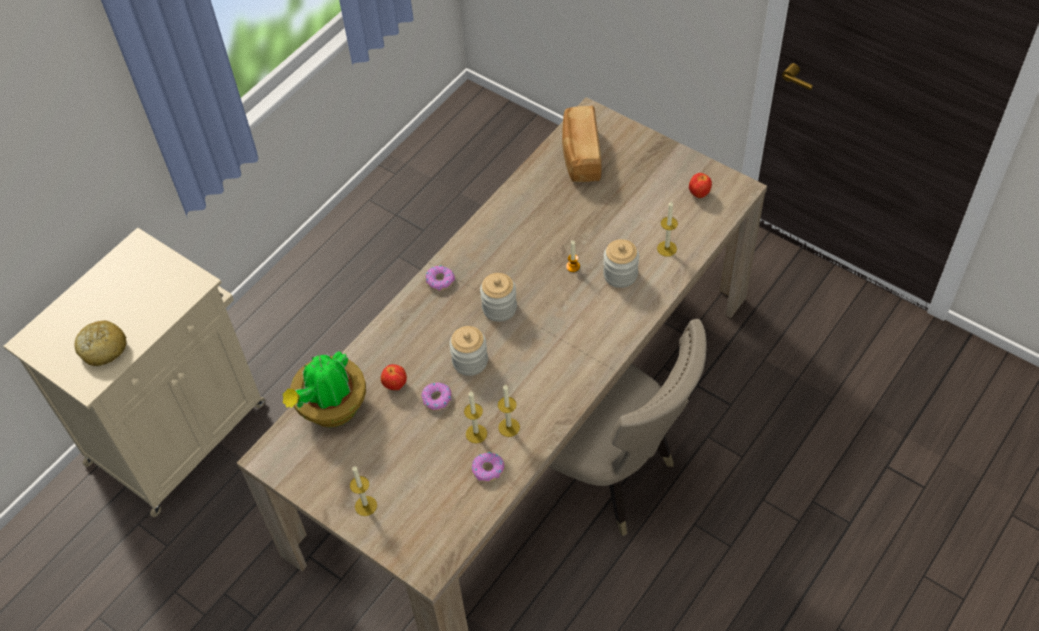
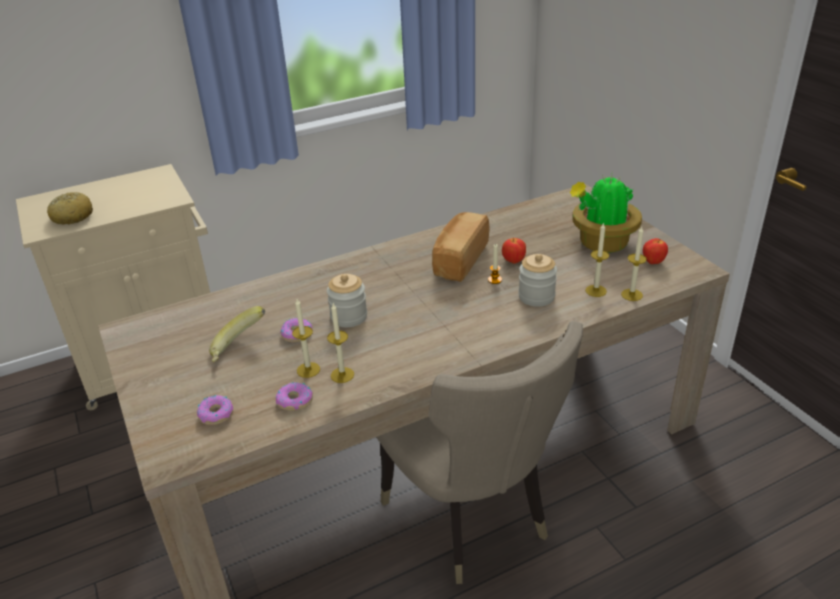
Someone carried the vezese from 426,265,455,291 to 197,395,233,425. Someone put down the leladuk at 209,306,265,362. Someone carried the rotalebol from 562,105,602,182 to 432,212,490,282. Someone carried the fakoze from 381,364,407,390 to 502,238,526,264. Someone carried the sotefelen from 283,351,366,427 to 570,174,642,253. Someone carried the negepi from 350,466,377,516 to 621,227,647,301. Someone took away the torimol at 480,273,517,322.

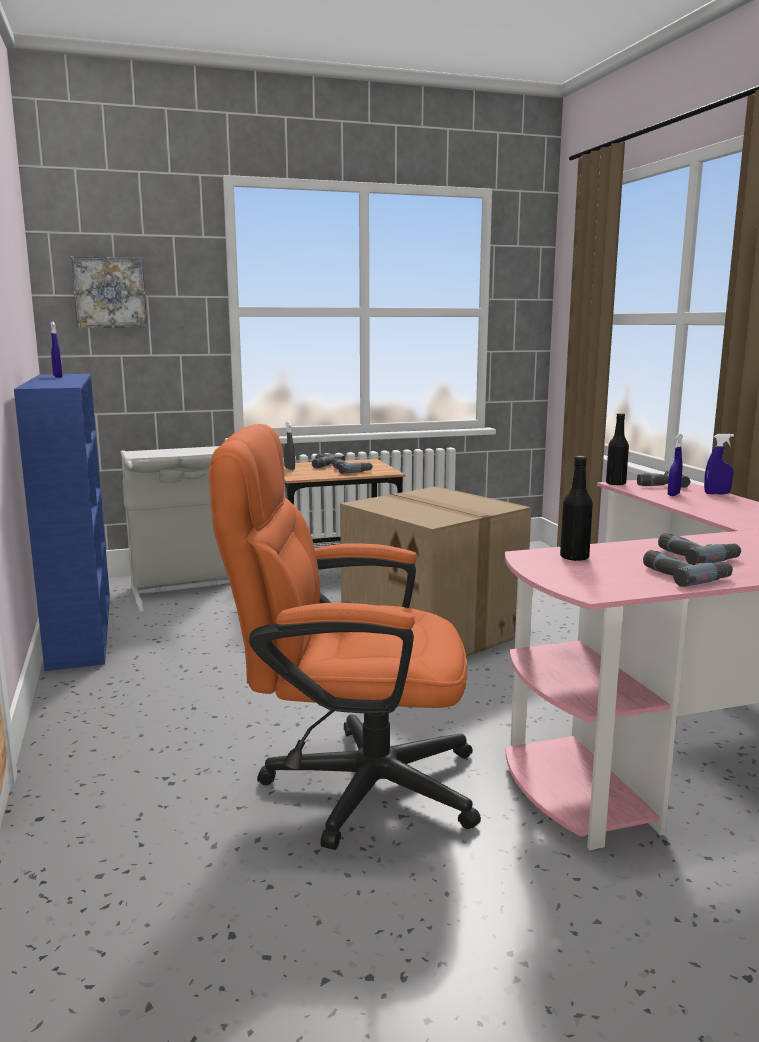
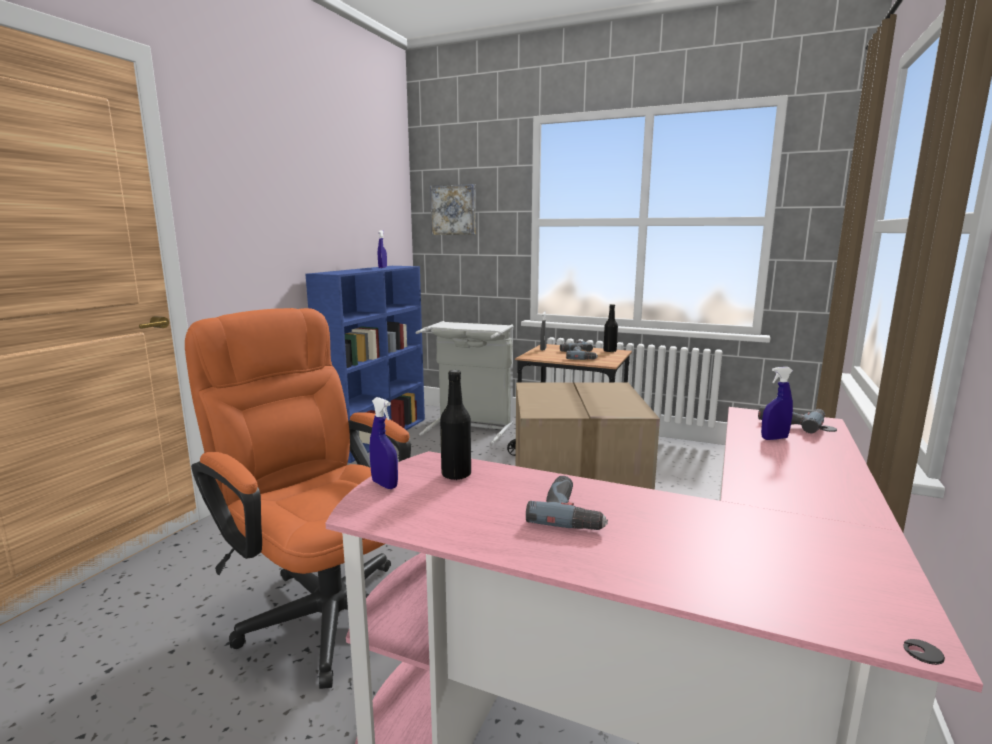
Someone carried the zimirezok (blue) from 704,434,734,495 to 370,397,398,489. Someone carried the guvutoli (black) from 606,413,629,485 to 603,304,618,352. Someone took away the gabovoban at 643,550,733,587.

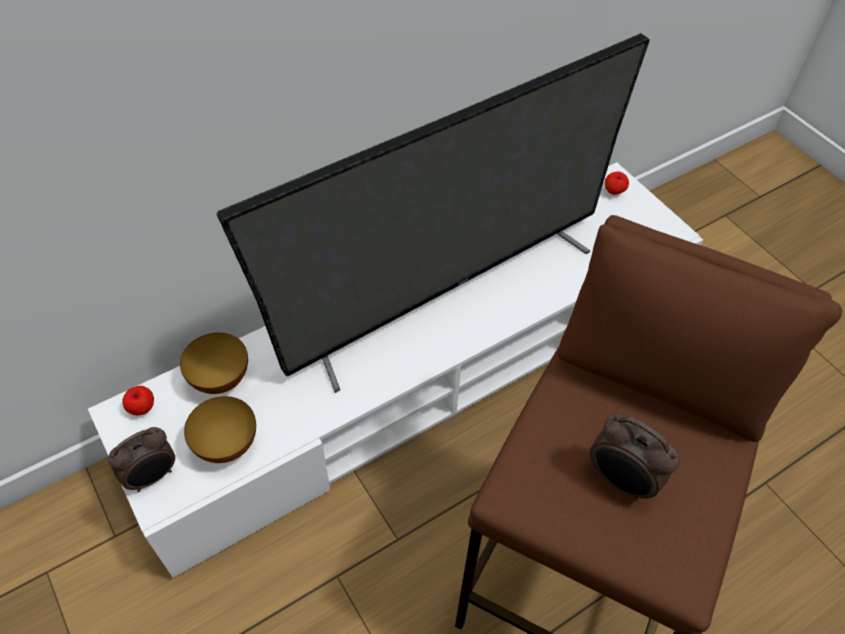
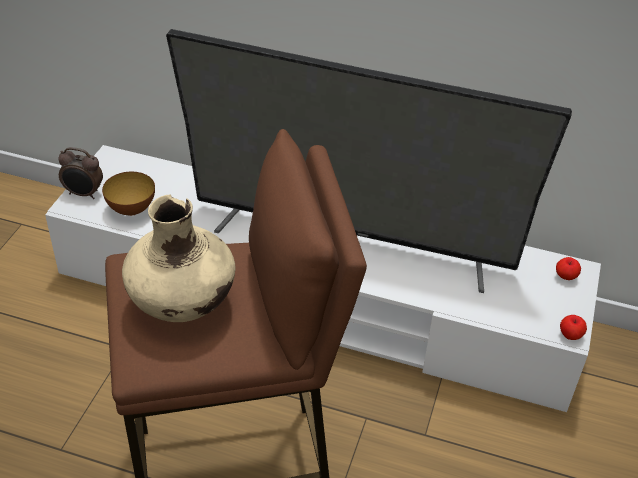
Someone swapped the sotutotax at 590,414,680,501 for the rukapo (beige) at 122,194,236,322. Someone carried the fakoze from 122,386,154,416 to 560,315,587,340. Someone took away the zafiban at 180,333,248,394.

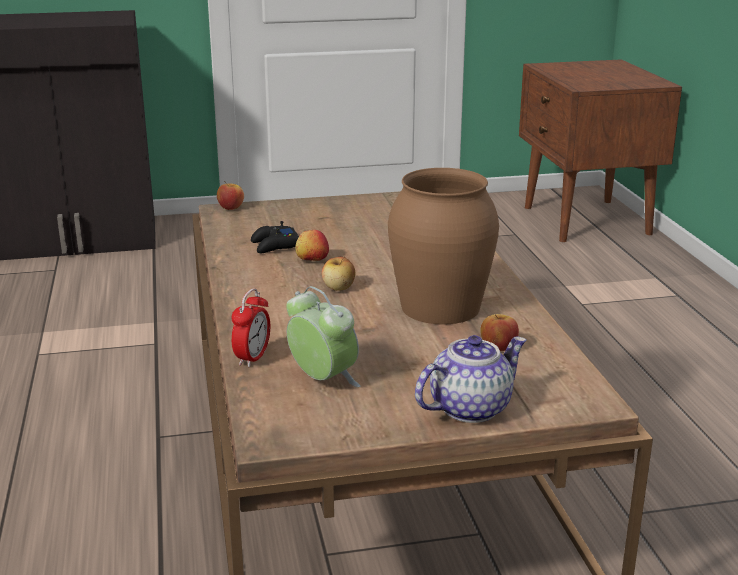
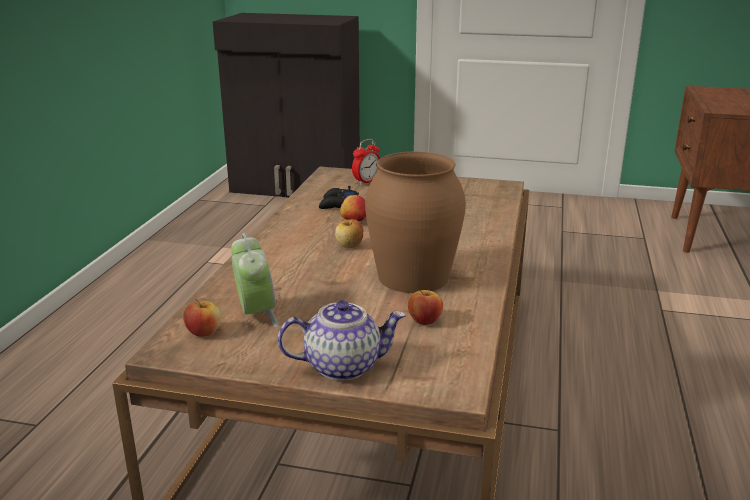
Someone carried the fakoze from 217,181,244,210 to 183,299,221,337. Someone carried the sotutotax from 232,288,270,367 to 352,139,380,185.

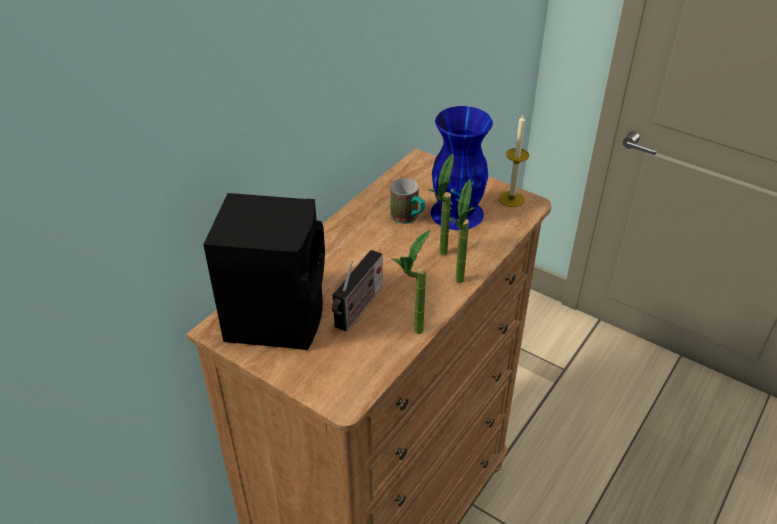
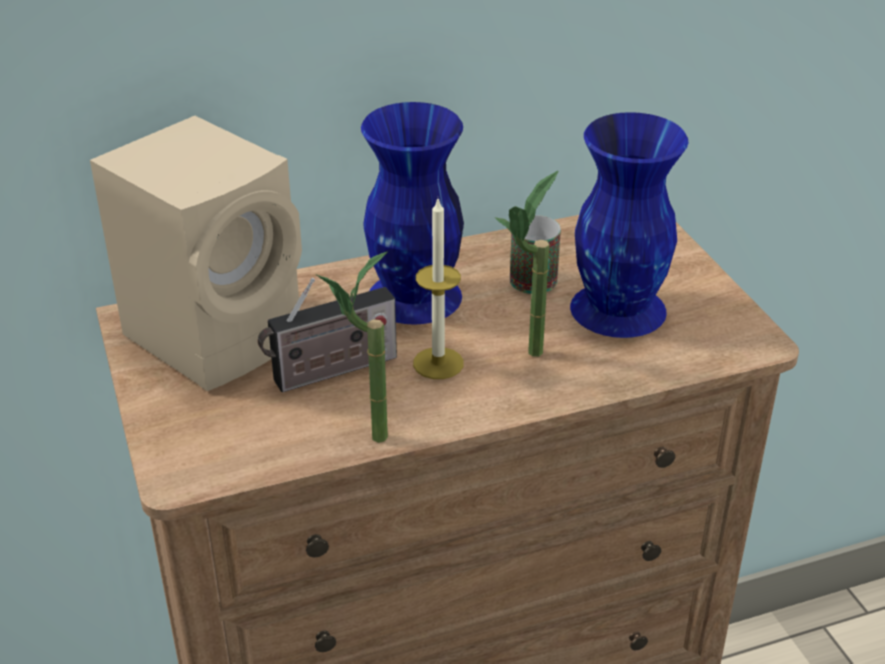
Someone repainted the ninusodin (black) at 203,193,325,350, which became the ninusodin (beige) at 90,116,302,391. Someone put down the rukapo (blue) at 361,102,464,325. Someone carried the negepi from 499,115,529,207 to 413,199,464,379. Someone took away the sotefelen at 448,179,475,283.

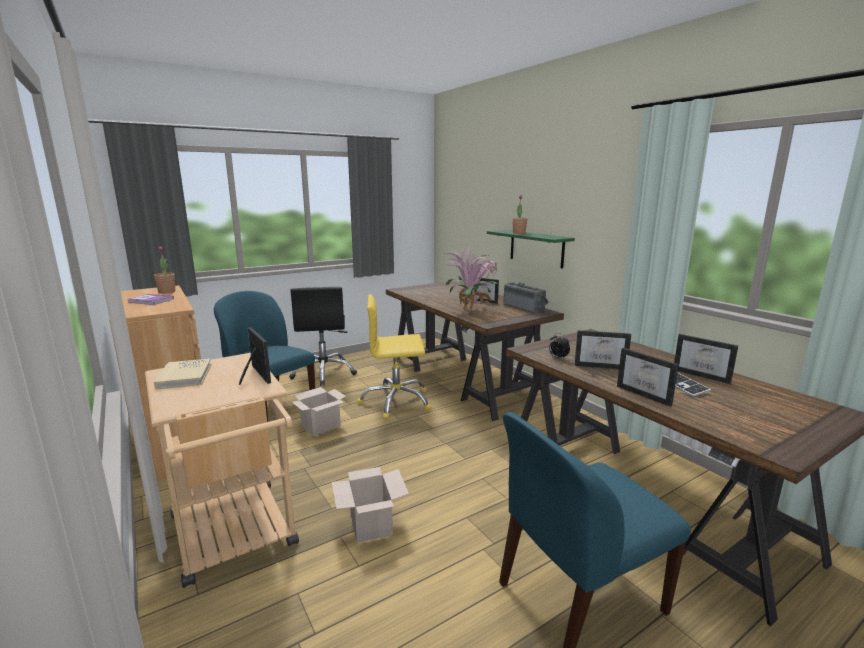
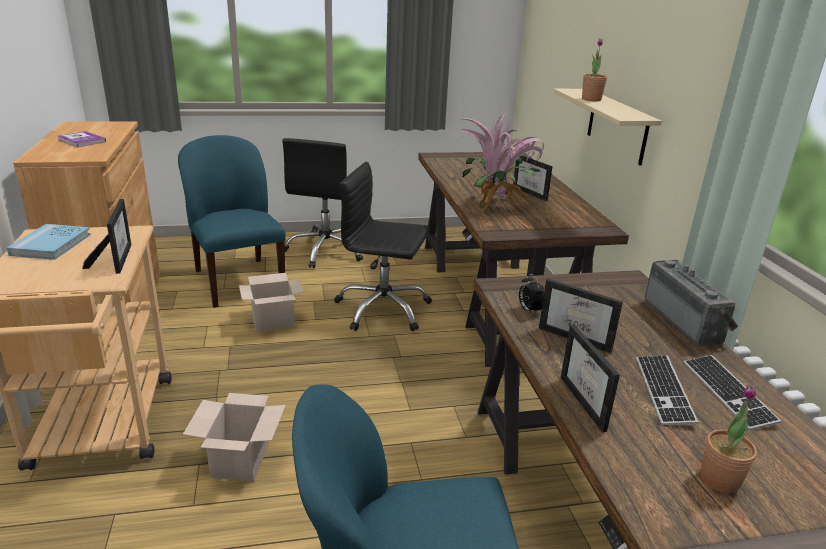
Someone repainted the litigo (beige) at 154,359,211,389, which became the litigo (blue) at 6,224,91,260. Someone repainted the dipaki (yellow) at 357,294,431,419, which became the dipaki (black) at 334,162,432,331. Someone repainted the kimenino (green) at 487,230,575,269, which became the kimenino (beige) at 553,89,662,166. Someone carried the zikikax from 503,282,549,314 to 645,260,738,346. Someone swapped the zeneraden at 674,334,738,384 for the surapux at 684,355,781,430. Someone carried the sotefelen from 154,246,175,294 to 700,385,757,493.

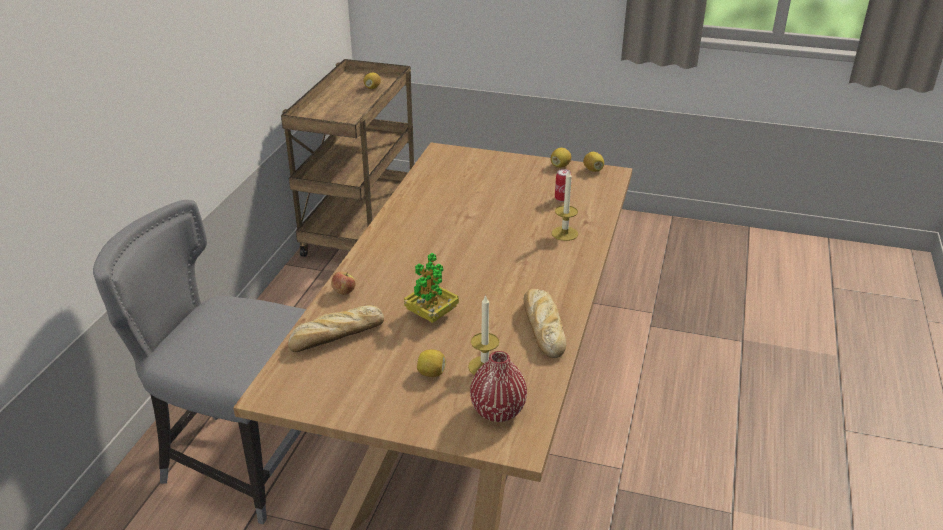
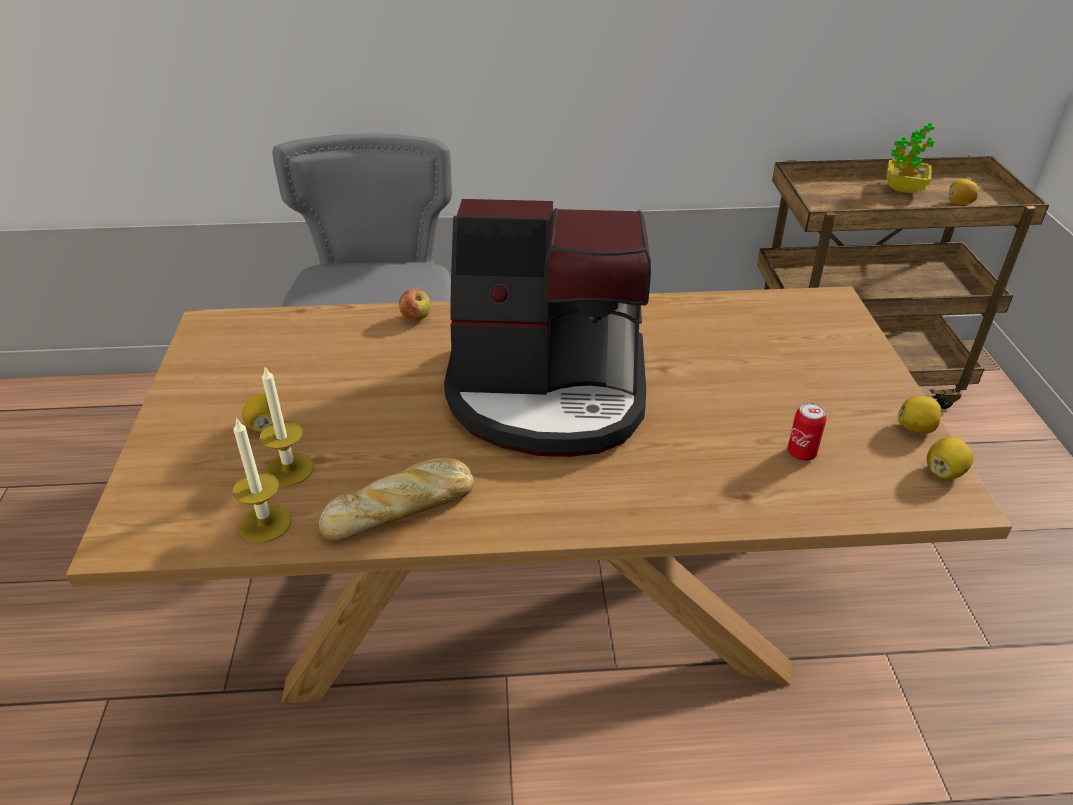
Someone carried the negepi from 552,171,578,241 to 233,417,292,543. Someone put down the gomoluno at 444,199,651,457. Someone carried the sotefelen from 404,253,459,323 to 886,122,935,193. Someone took away the rotalebol at 288,305,384,352. Someone took away the rukapo (red) at 470,351,527,422.

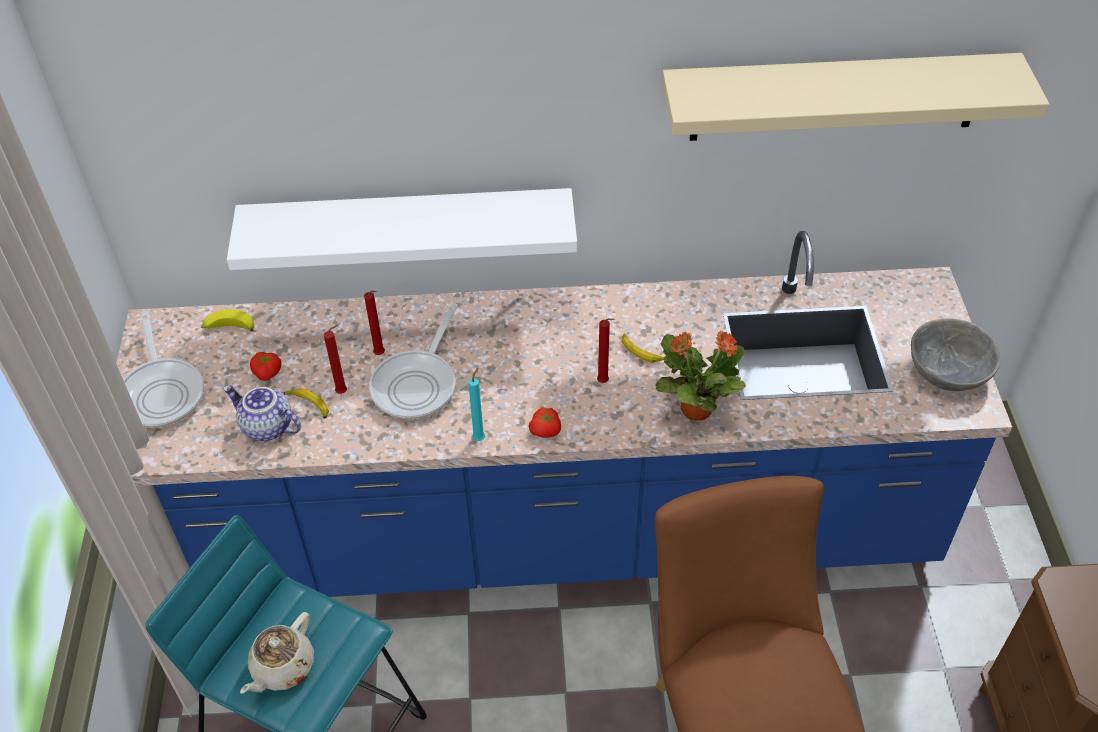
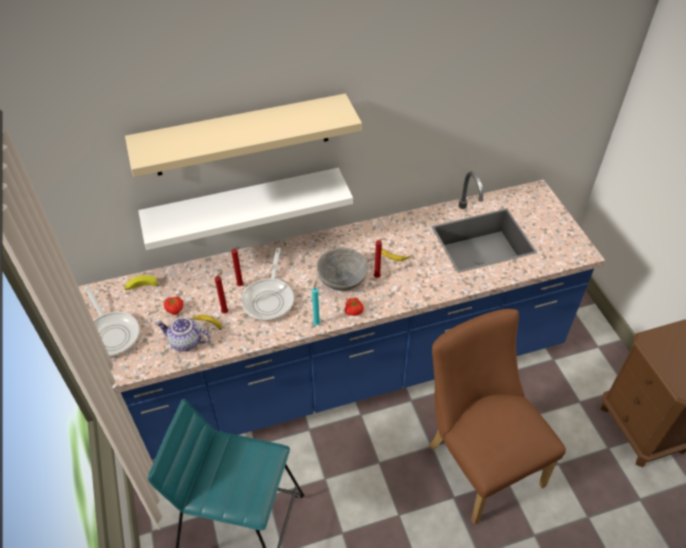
Someone carried the kimenino (beige) from 662,53,1050,141 to 125,94,362,177. Someone carried the zafiban (grey) from 911,318,1000,391 to 317,248,368,291. Someone took away the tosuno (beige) at 240,612,314,694. Someone took away the sotefelen at 655,331,746,421.

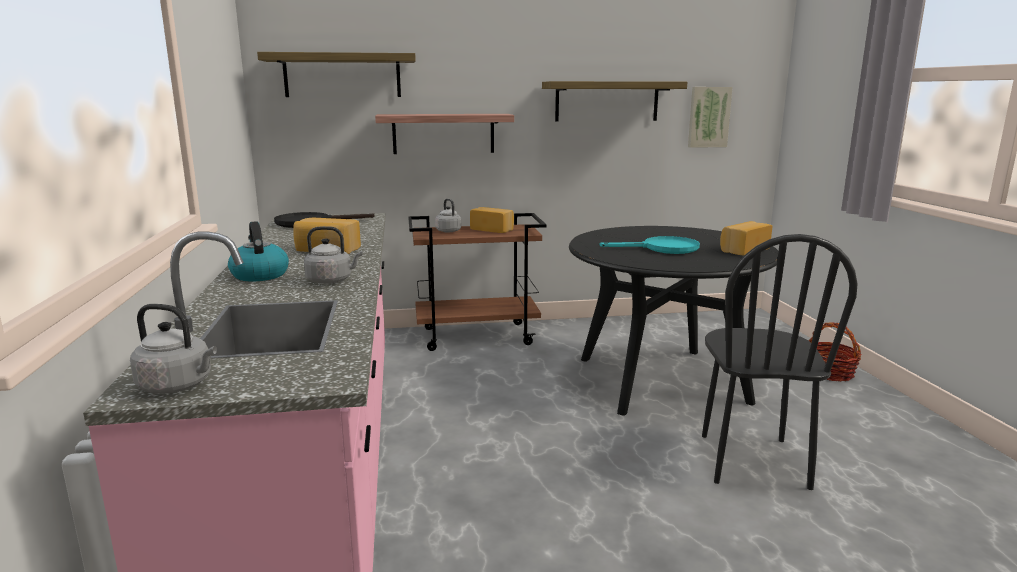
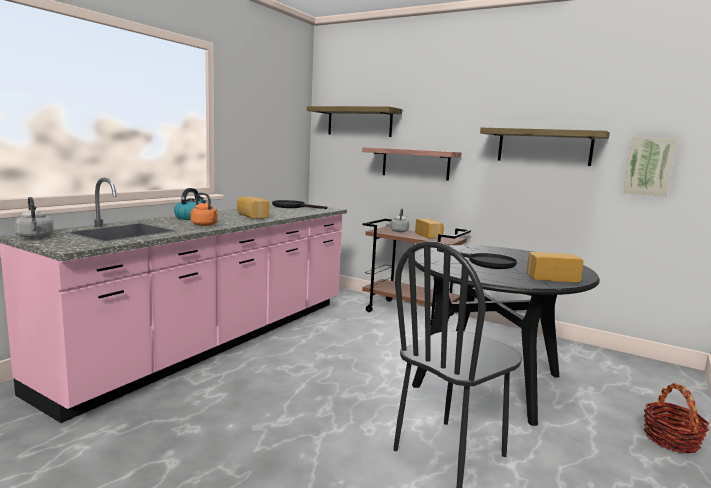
Someone repainted the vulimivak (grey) at 304,226,362,284, which became the vulimivak (orange) at 191,193,218,226. Someone repainted the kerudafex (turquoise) at 599,236,700,254, which became the kerudafex (black) at 437,248,517,269.

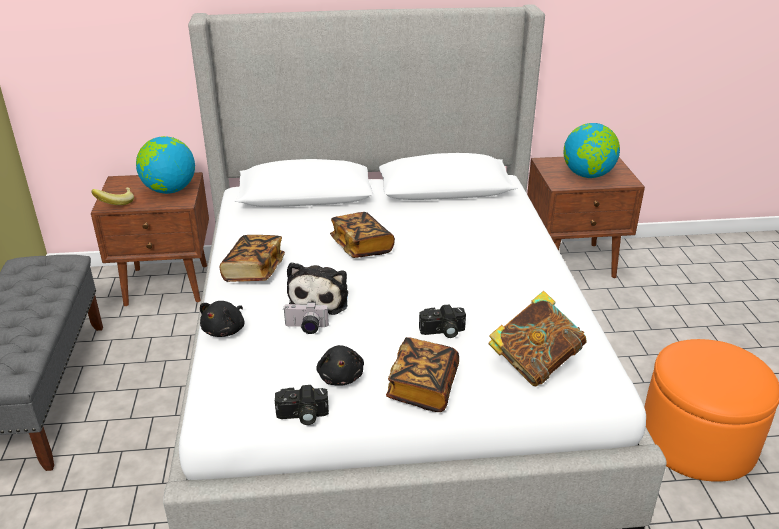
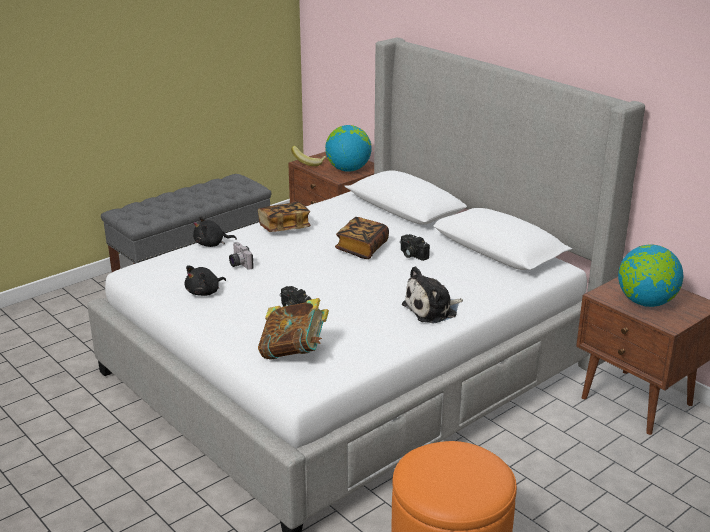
Someone carried the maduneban from 275,385,329,425 to 400,234,430,261. Someone carried the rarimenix from 287,262,348,315 to 402,266,463,323. Someone took away the litigo at 386,337,459,412.

